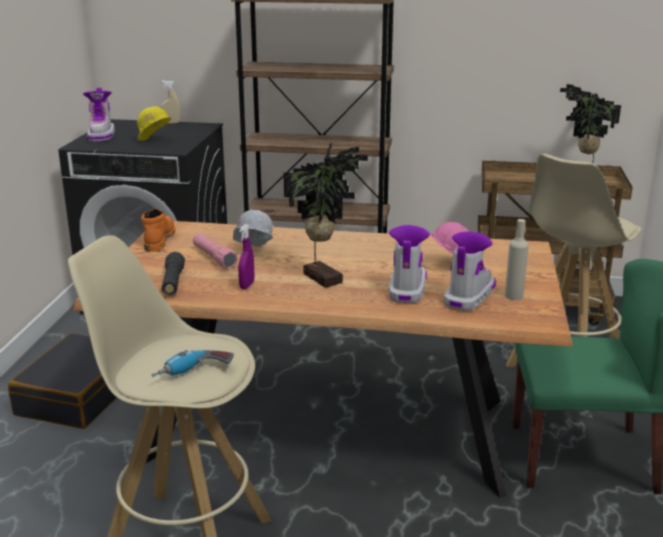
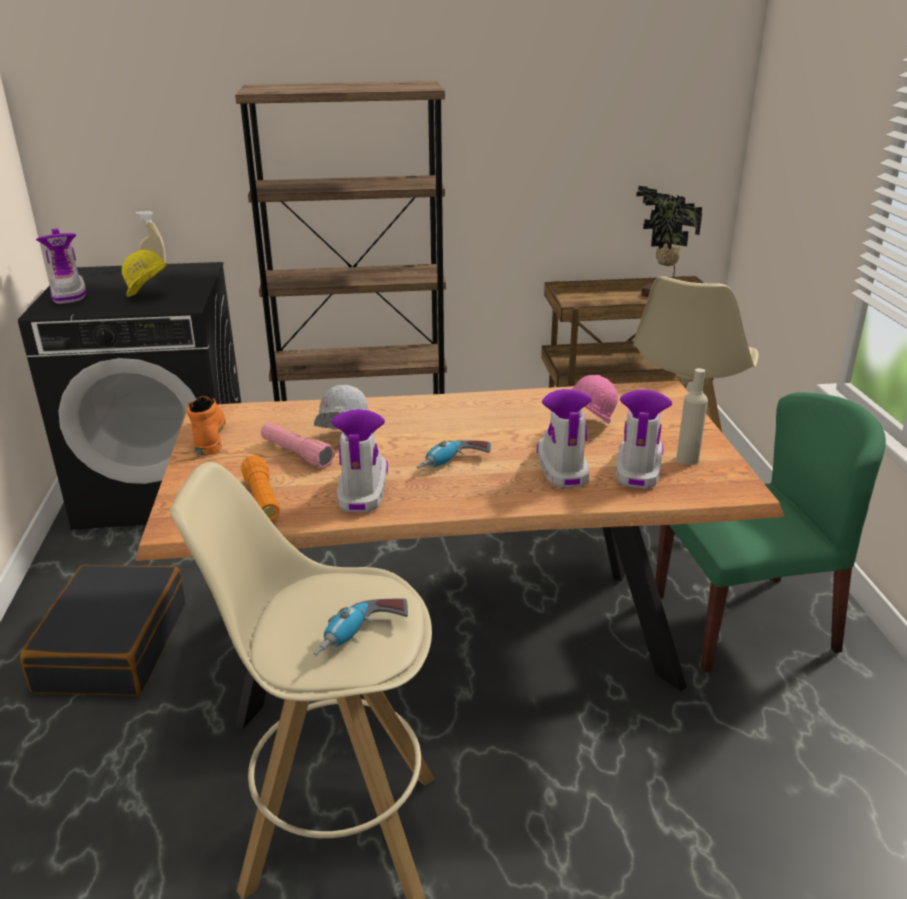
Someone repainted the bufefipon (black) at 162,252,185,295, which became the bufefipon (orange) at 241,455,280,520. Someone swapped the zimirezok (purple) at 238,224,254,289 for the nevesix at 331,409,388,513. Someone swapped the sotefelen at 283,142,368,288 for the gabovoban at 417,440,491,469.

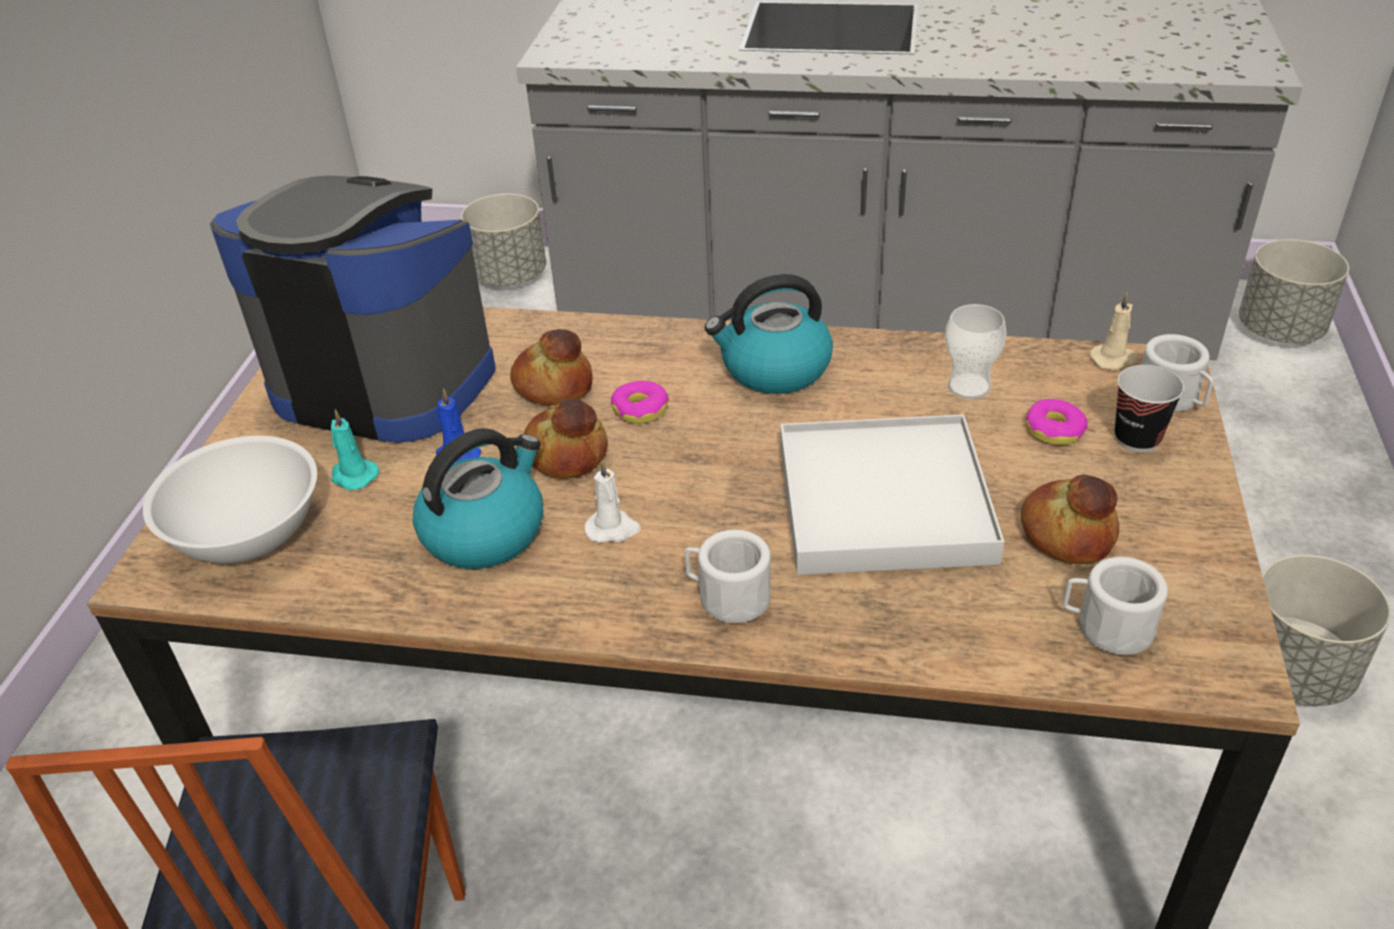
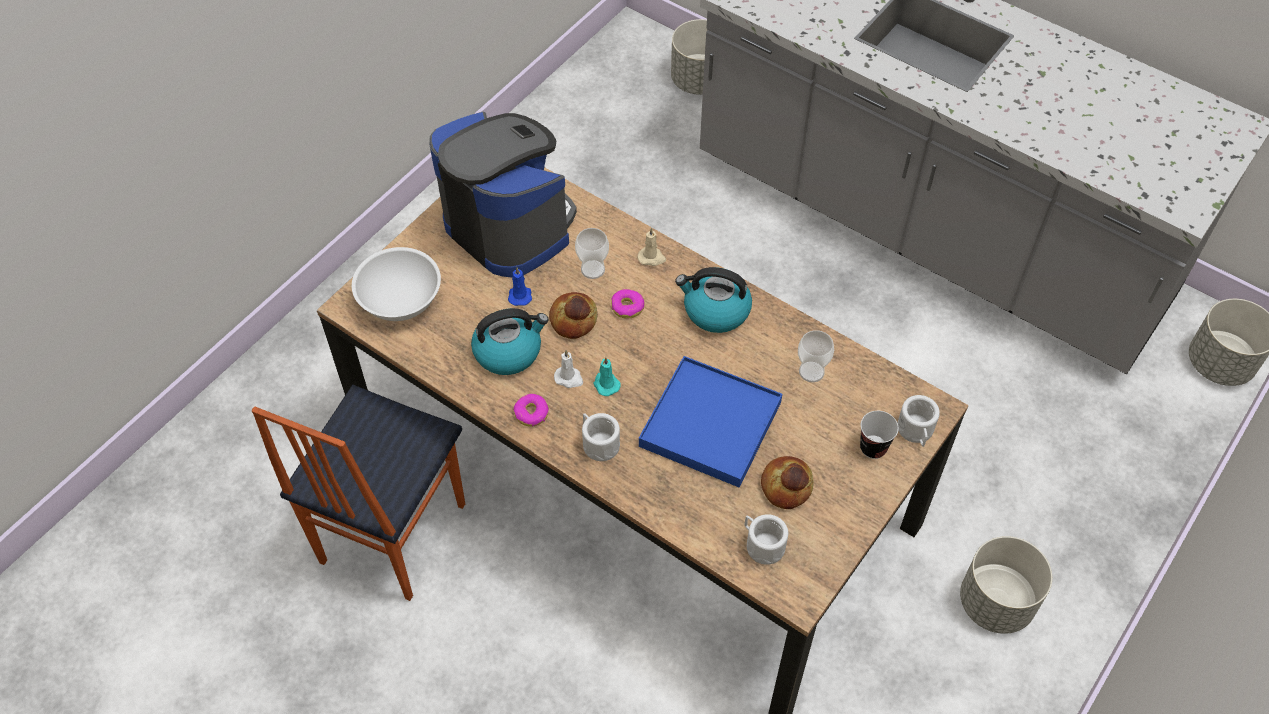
Someone carried the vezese from 1025,399,1088,445 to 513,394,549,427. Someone swapped the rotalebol at 510,329,592,406 for the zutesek at 575,228,609,279. Someone carried the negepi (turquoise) from 331,409,379,490 to 593,357,621,396. Someone carried the negepi (beige) from 1090,292,1138,370 to 638,228,666,266. Someone repainted the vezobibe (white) at 780,414,1004,575, which became the vezobibe (blue) at 639,356,782,488.

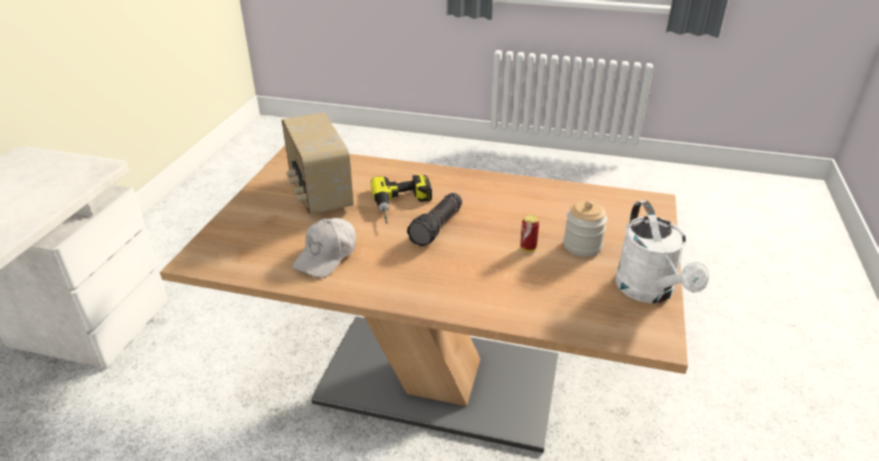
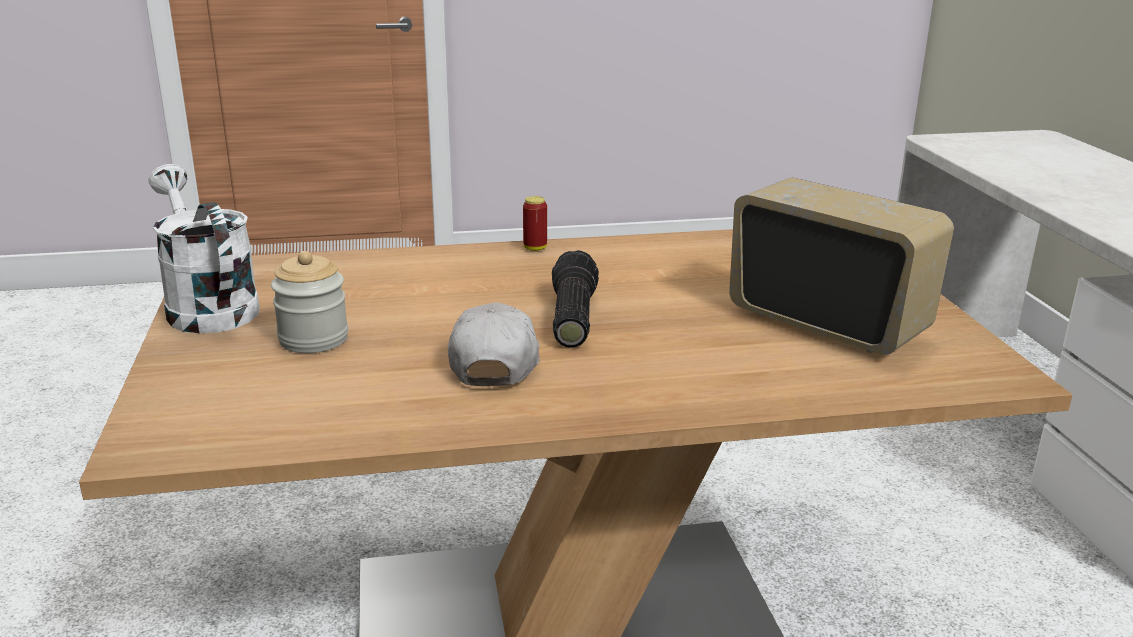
Someone carried the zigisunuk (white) from 292,218,356,278 to 448,302,540,386. Someone carried the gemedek from 520,215,539,252 to 523,196,547,251. Someone took away the gabovoban at 371,174,432,224.

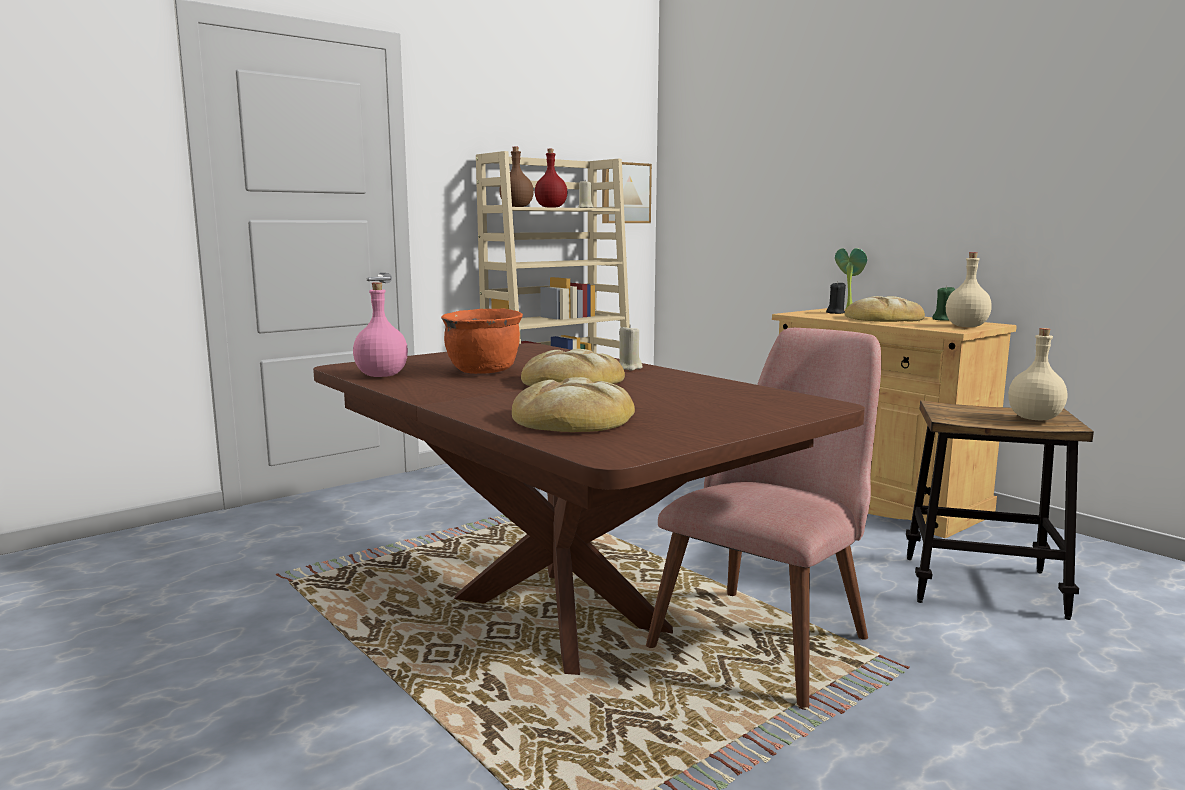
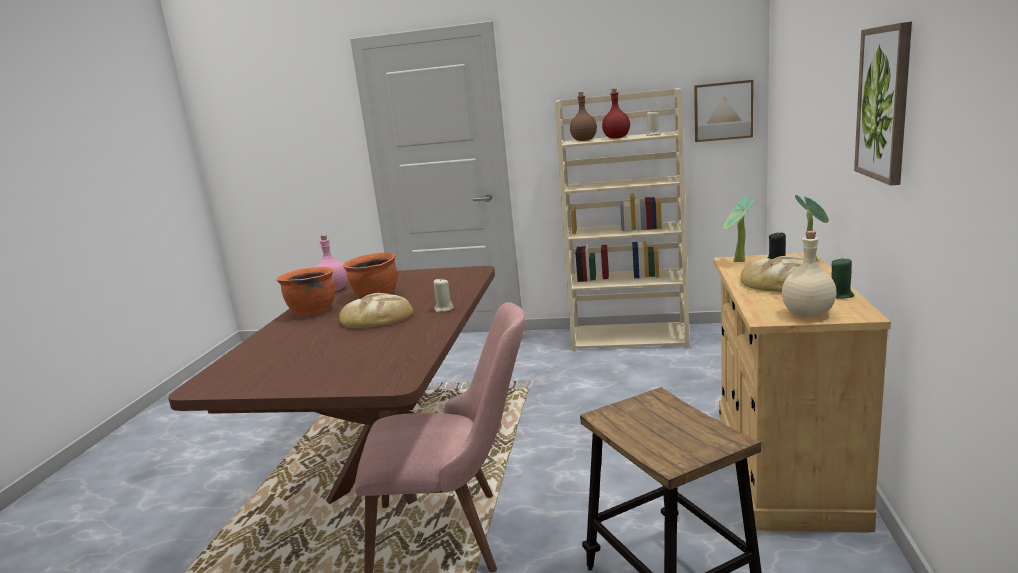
Someone put down the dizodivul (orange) at 276,267,335,315. Someone put down the sotefelen at 723,195,755,262. Someone put up the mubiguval at 854,22,912,186. Someone took away the rotalebol at 512,377,635,432. Someone took away the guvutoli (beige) at 1008,328,1067,421.

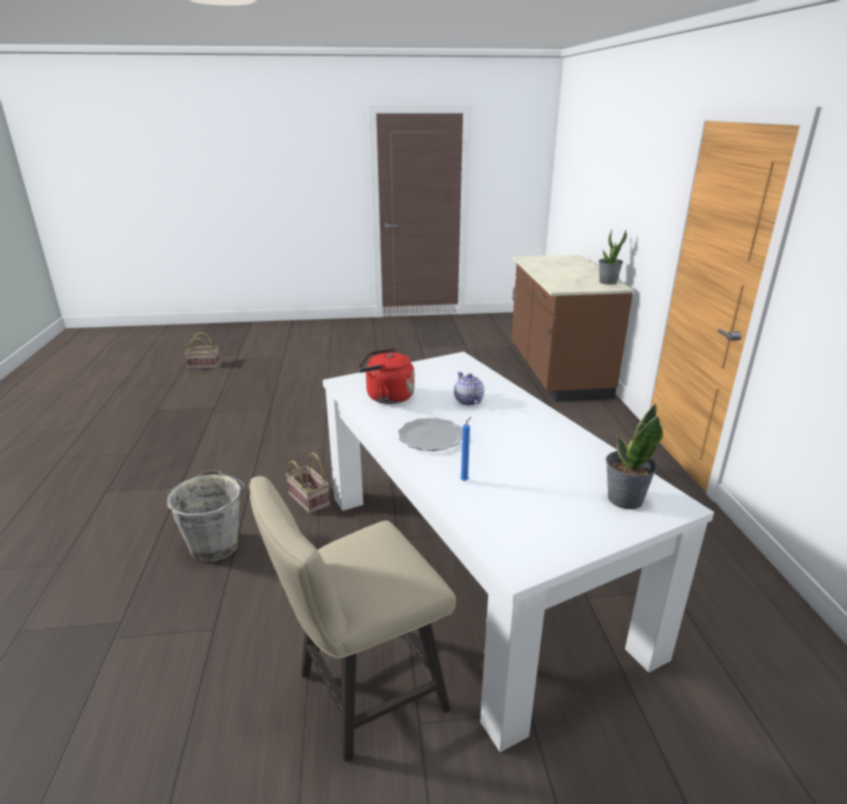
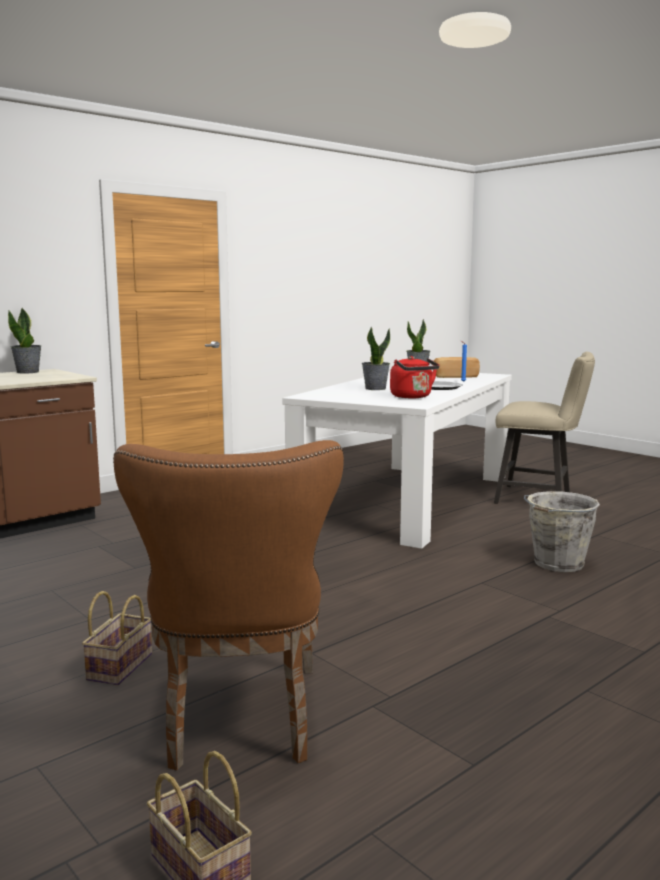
Someone carried the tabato from 286,453,330,514 to 82,591,152,685. Someone put down the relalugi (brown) at 113,440,344,771. Someone swapped the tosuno at 454,372,484,405 for the sotefelen at 362,327,390,390. Someone put down the rotalebol at 433,357,480,378.

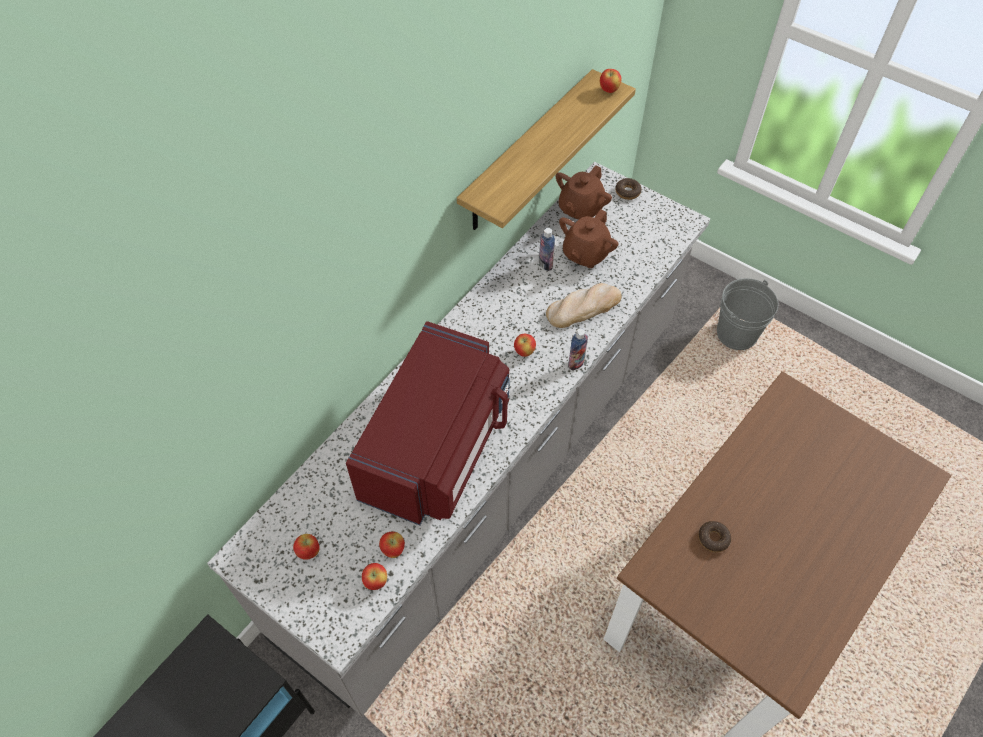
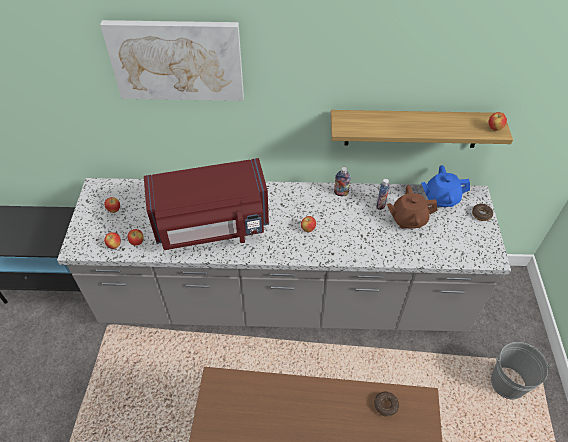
Someone put up the mubiguval at 100,20,244,101. Someone carried the guvutoli from 568,328,588,370 to 334,167,351,196. Someone carried the vezese from 698,521,731,553 to 374,392,399,417. Someone repainted the tosuno (brown) at 556,165,612,219, which became the tosuno (blue) at 421,165,470,207. Someone took away the rotalebol at 546,283,622,328.

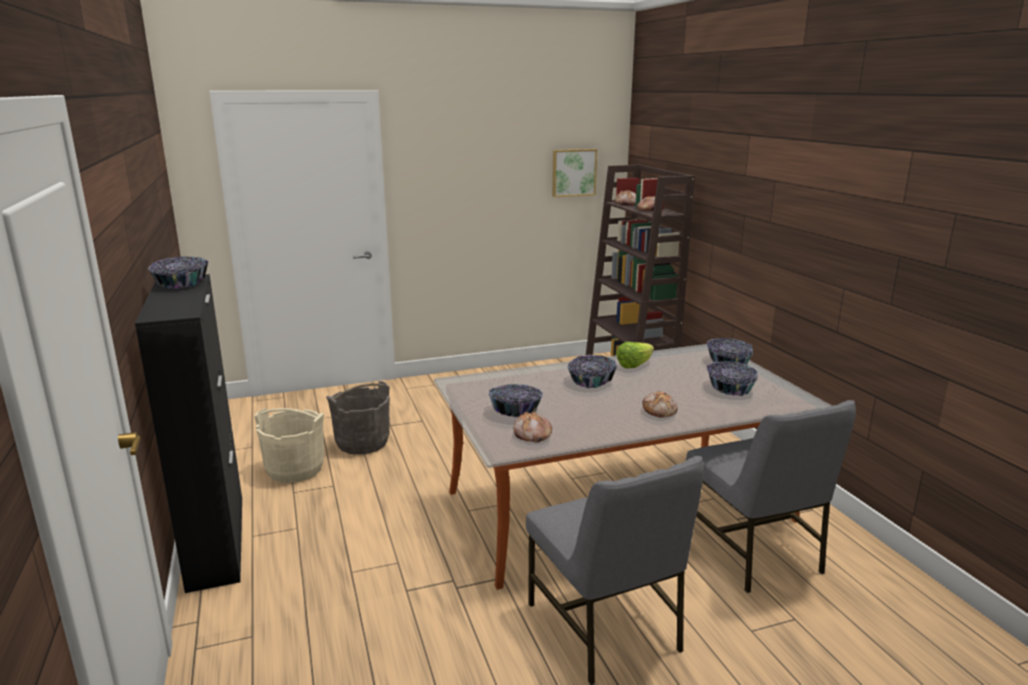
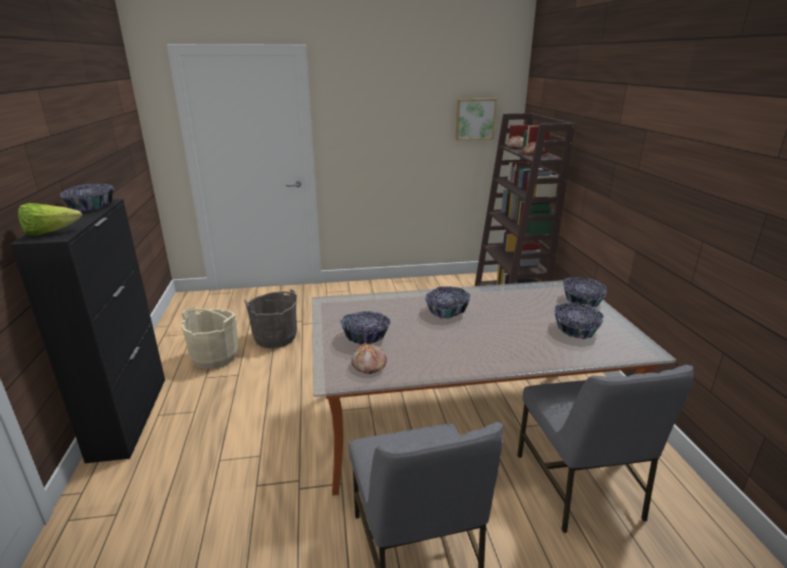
Someone carried the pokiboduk from 616,342,654,368 to 18,203,82,235. Someone took away the rotalebol at 642,391,678,418.

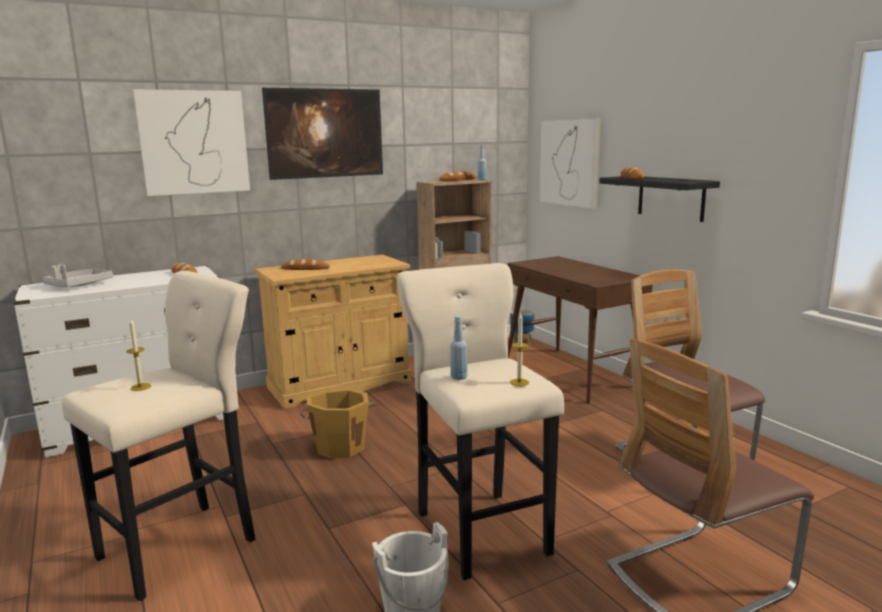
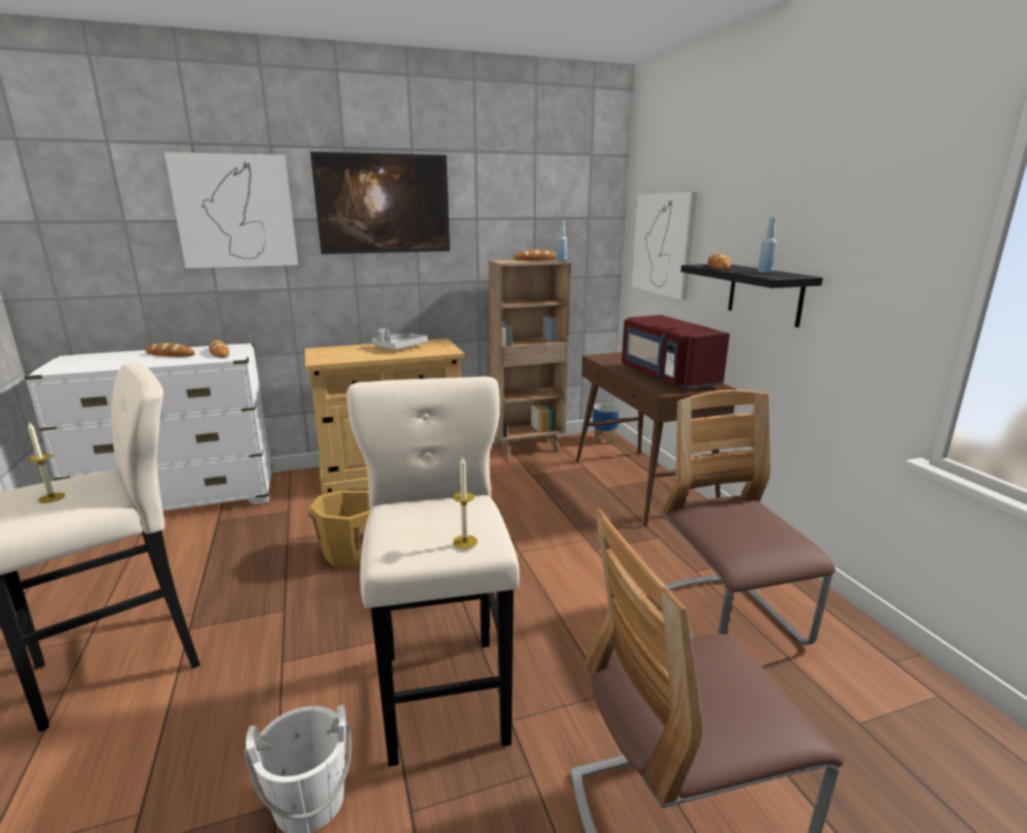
Someone carried the rotalebol from 281,259,330,270 to 145,343,195,357. Someone carried the vezobibe (grey) from 43,264,113,287 to 372,328,428,350. Someone put down the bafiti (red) at 622,315,730,389. Someone carried the guvutoli (blue) from 450,316,467,380 to 758,216,777,273.

